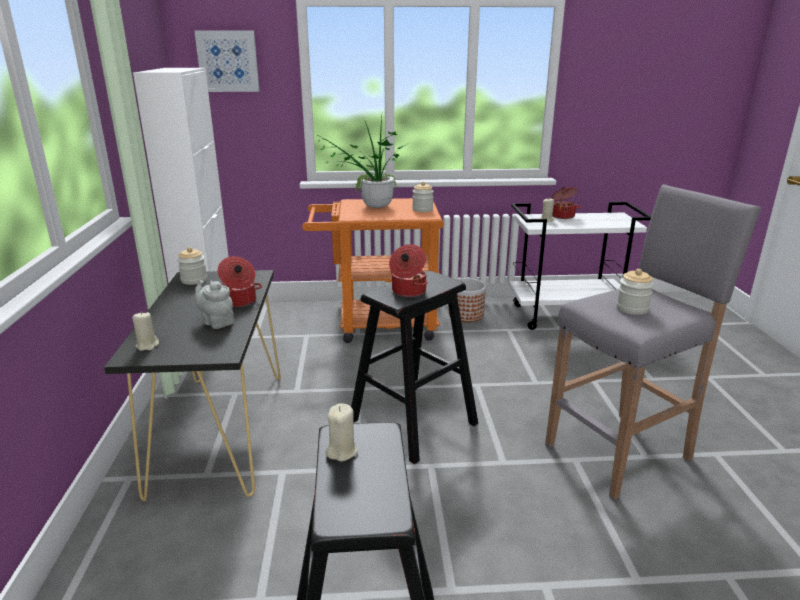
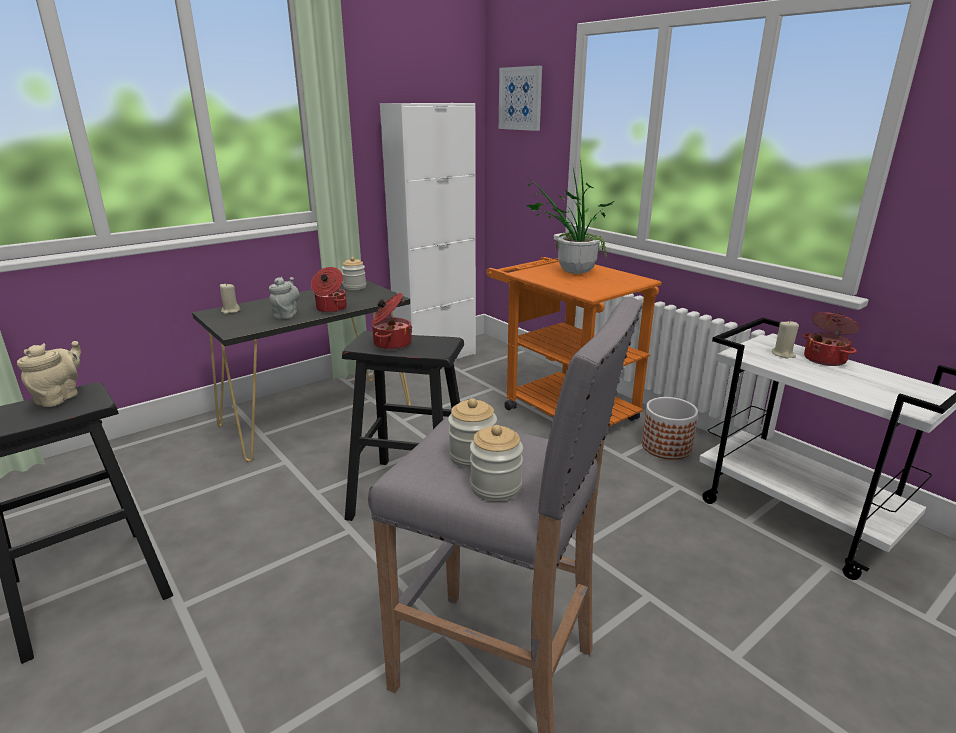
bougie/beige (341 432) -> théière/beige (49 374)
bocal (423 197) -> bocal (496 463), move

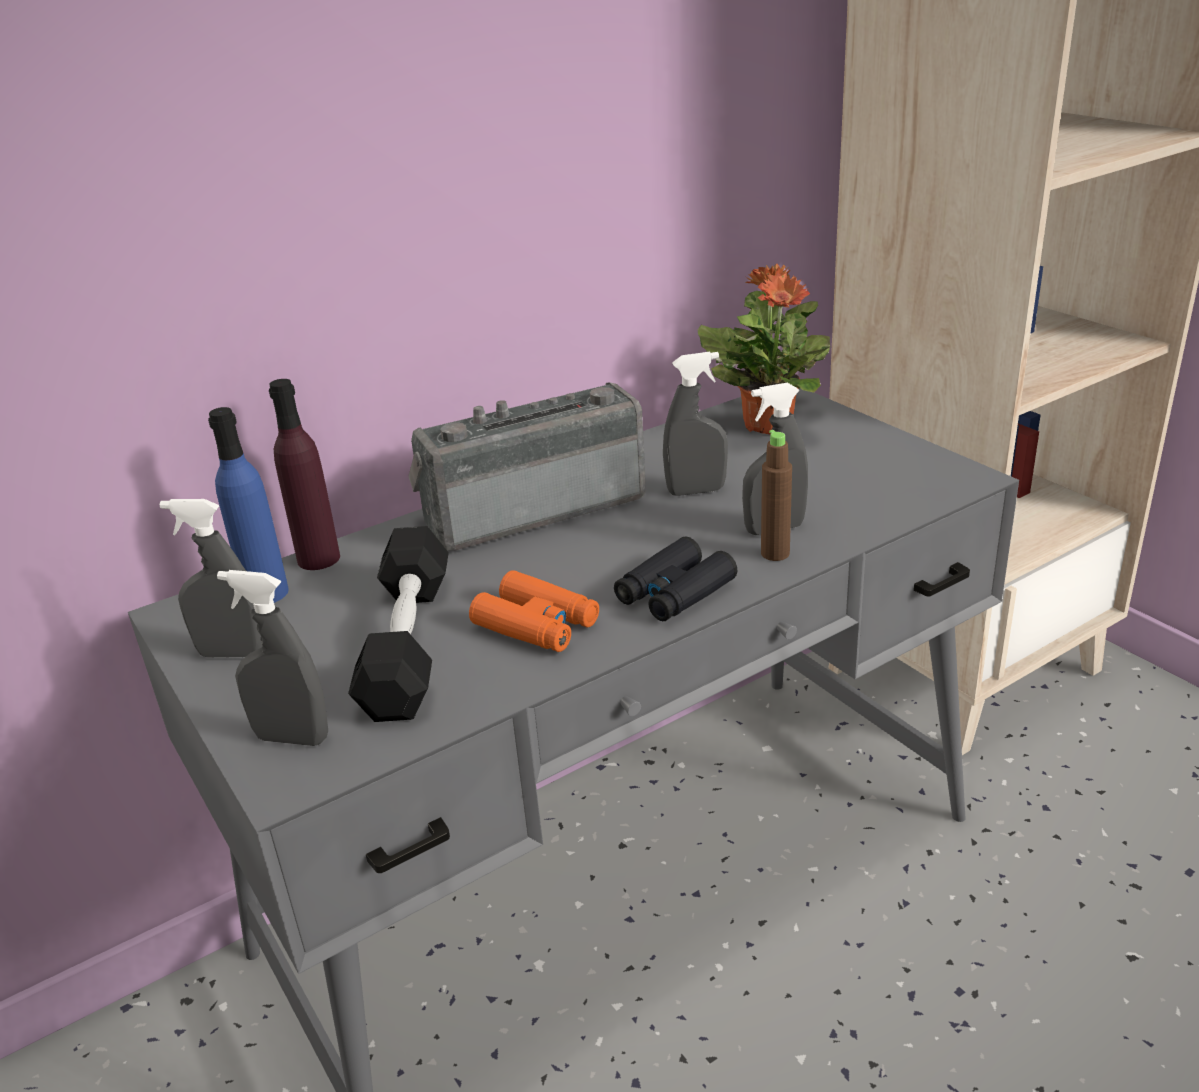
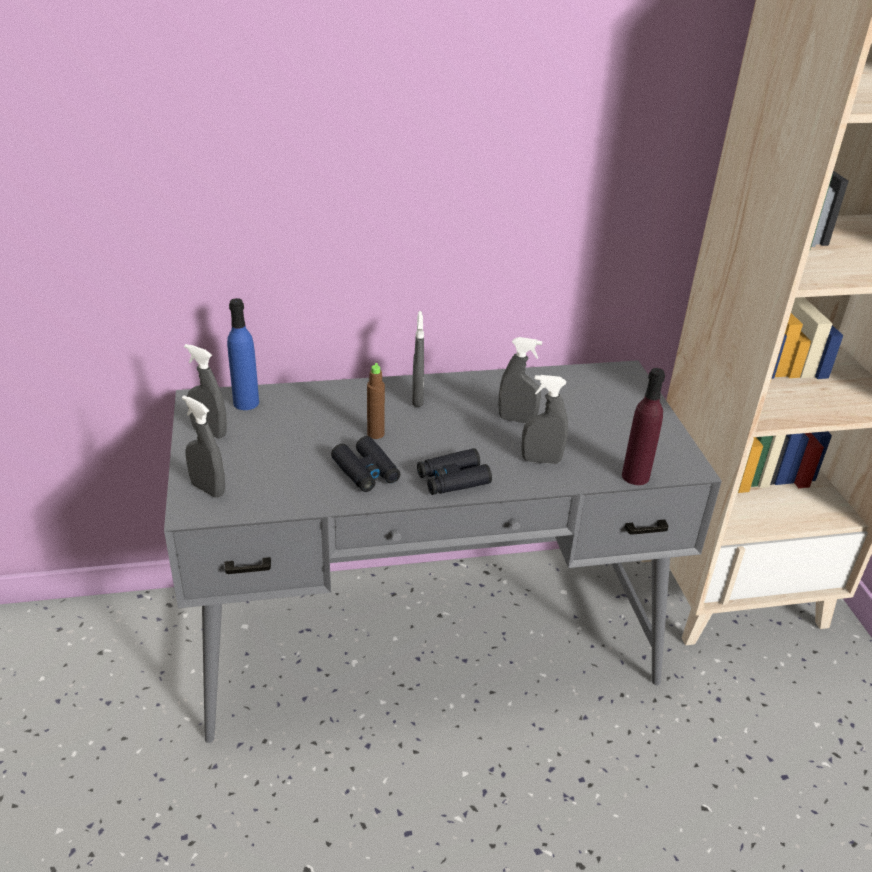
bouteille/violet (304 474) -> bouteille/violet (643 426), move
haltère/noir (398 624) -> none
radio (527 466) -> vaporisateur/gris (418 359)
jumelles/orange (534 611) -> jumelles/noir (365 464)
plante en pot (764 349) -> none
bouteille/marron (776 495) -> bouteille/marron (376 401), move

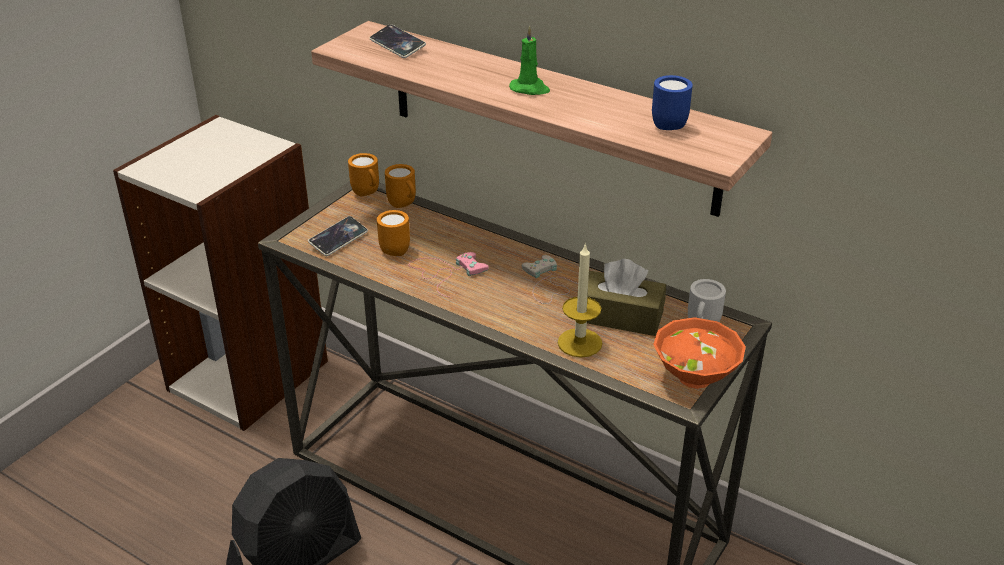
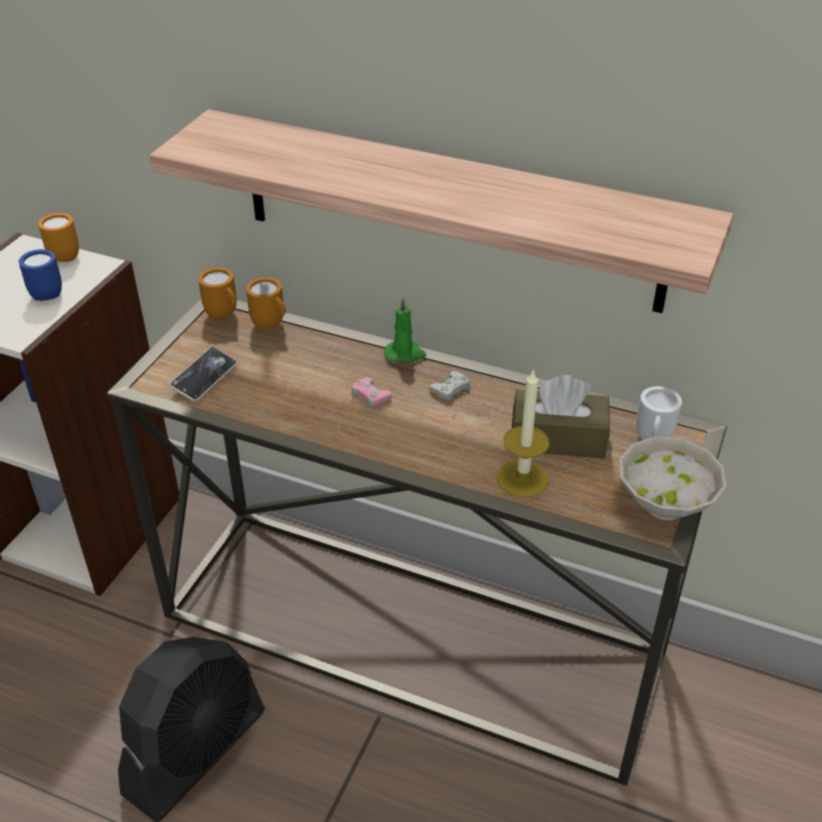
téléphone (398 41) -> none
mug/orange (393 233) -> mug/orange (58 237), move
bougie/vert (529 60) -> bougie/vert (405 330), move
mug/bleu (672 102) -> mug/bleu (40 275), move
bol/orange (699 353) -> bol/blanc (672 478)

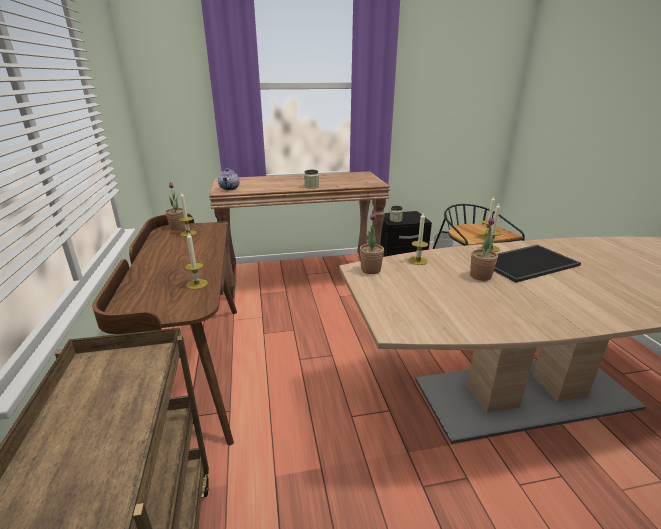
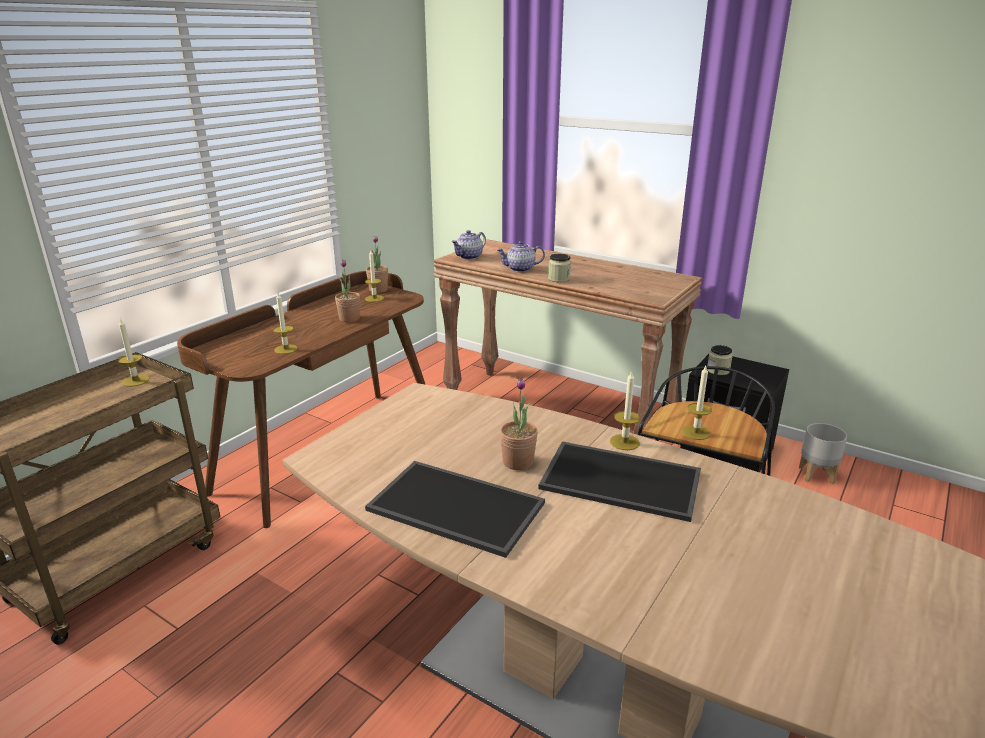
plante en pot (372 243) -> plante en pot (347 290), move
bougie (418 239) -> bougie (134 352), move
none -> plateau (455 509)
none -> théière (521 256)

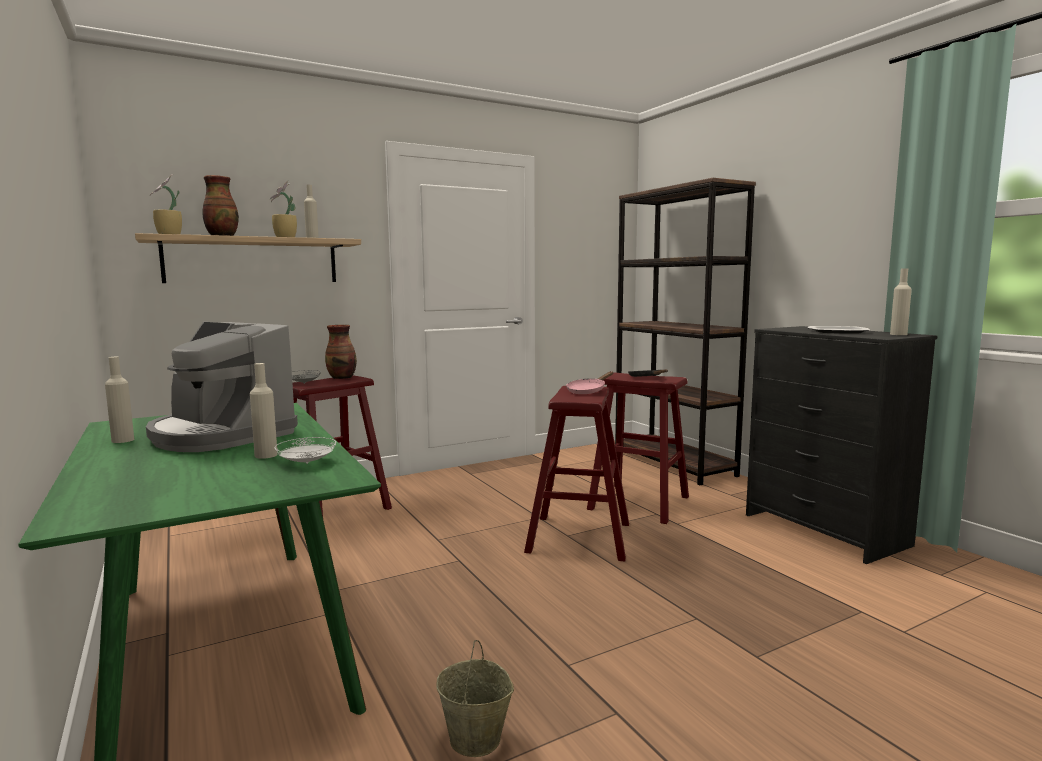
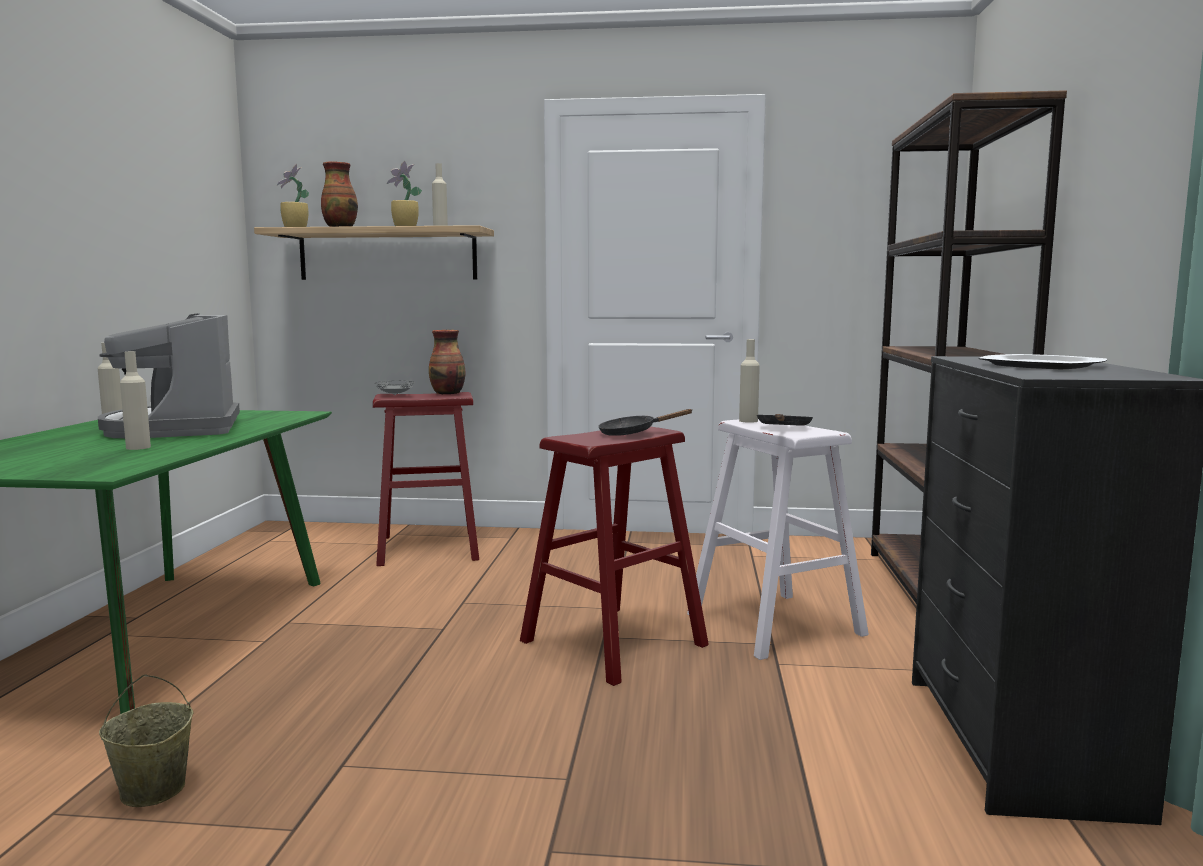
assiette/blanc (305 450) -> none
poêle/rose (589 382) -> poêle/noir (645 422)
tabouret/rouge (638 448) -> tabouret/blanc (778 539)
bouteille/beige (901 301) -> bouteille/beige (749 381), move

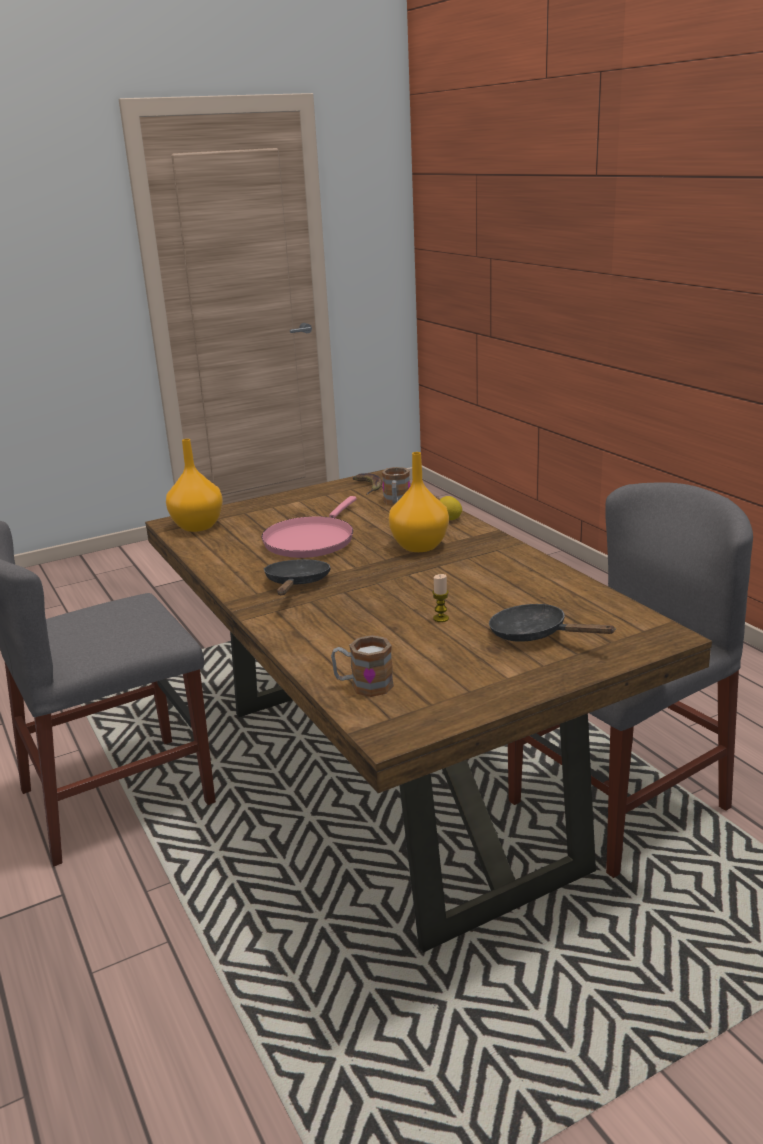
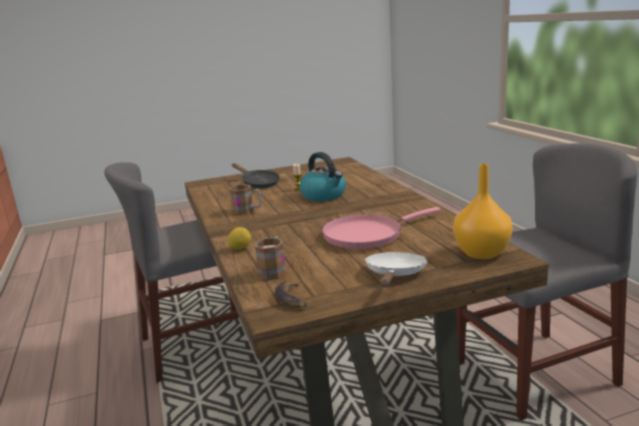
poêle/rose (309 527) -> poêle/rose (381 228), 150 degrees counterclockwise
poêle/noir (297 577) -> none
mug (362 666) -> mug (245 199), move
vase/orange (419 502) -> none
none -> bouilloire (323 176)
none -> poêle/blanc (396 269)

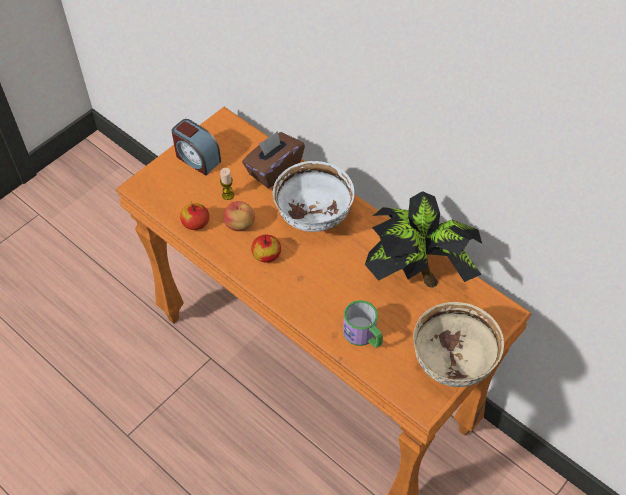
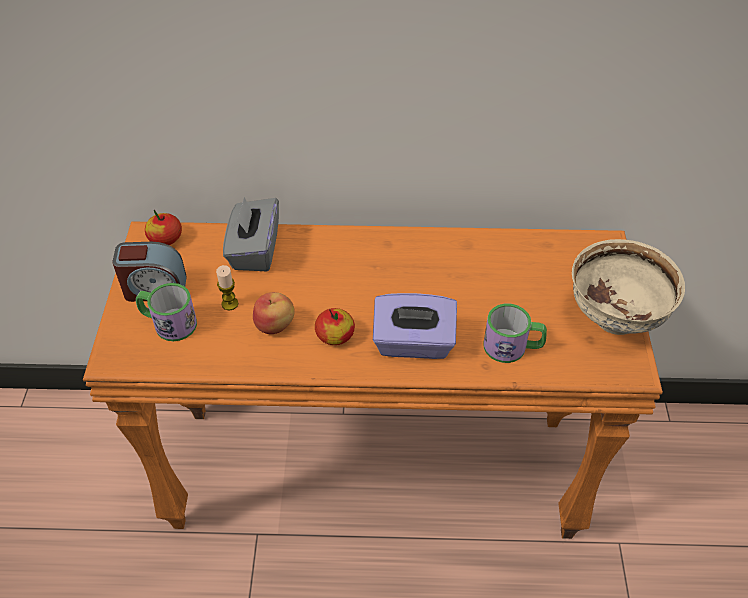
pomme (195 215) -> pomme (163 227), move
boîte à mouchoirs/marron (273 159) -> boîte à mouchoirs/gris (251 234)
bol/blanc (314 196) -> none
plante en pot (423 239) -> none
none -> mug (166 312)
none -> boîte à mouchoirs/violet (415 326)

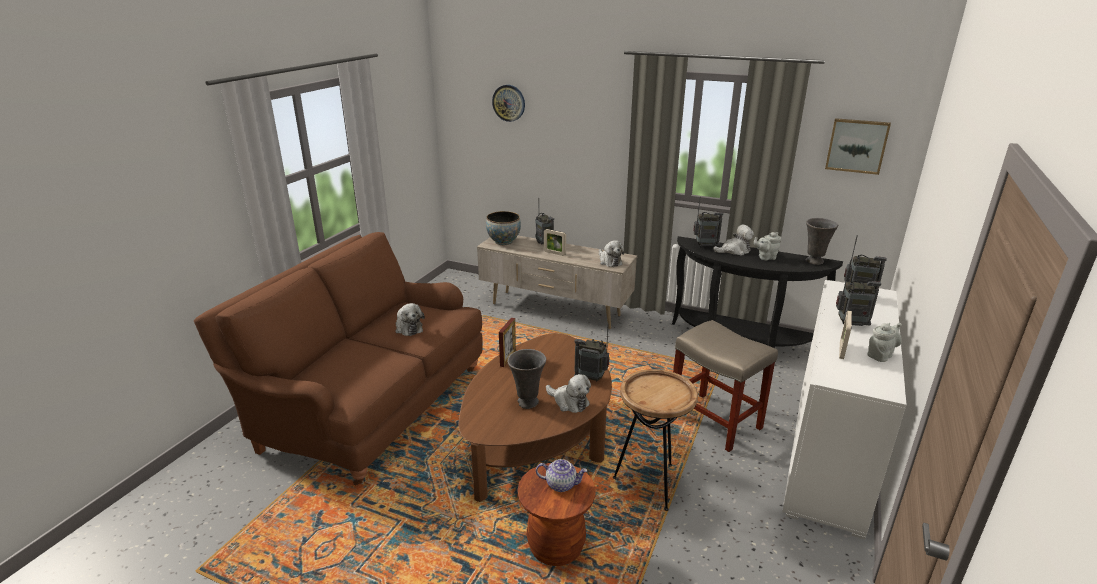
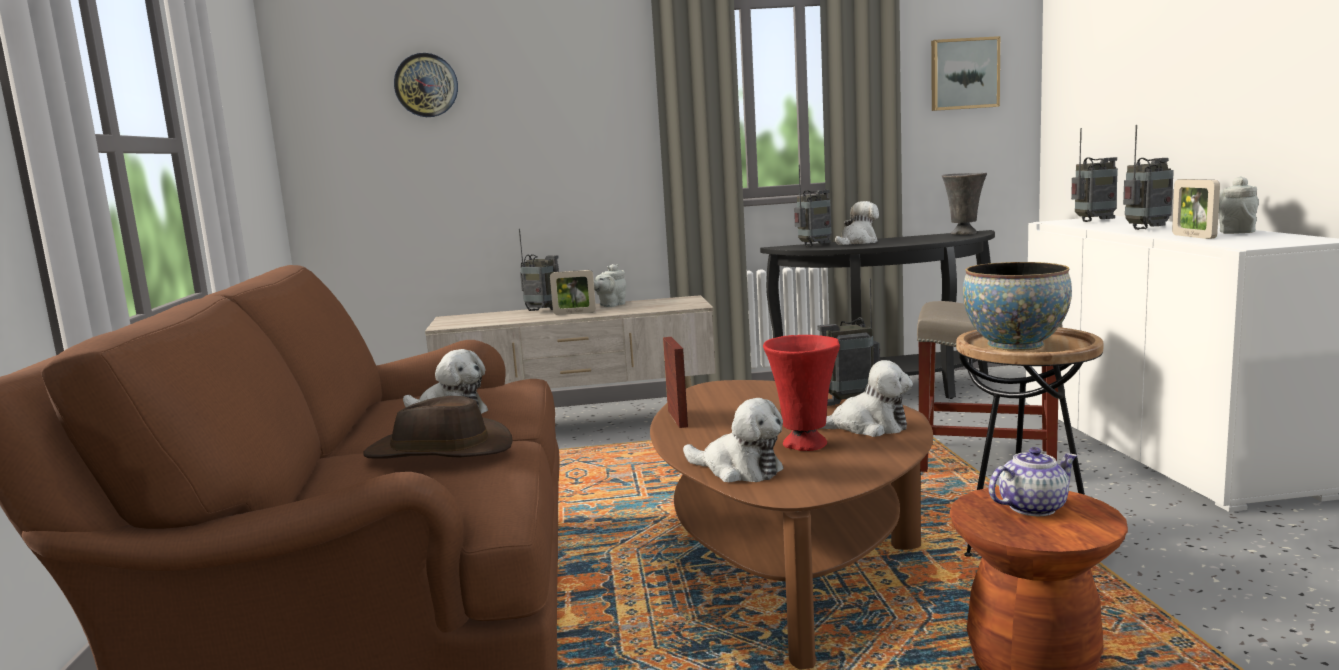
bol (503 228) -> bol (1017 306), move
vase/gris (526 379) -> vase/rouge (801 393)
peluche (611 253) -> peluche (733 440), move
théière/gris (767 246) -> théière/gris (610 285), move
none -> chapeau/marron (438 427)

